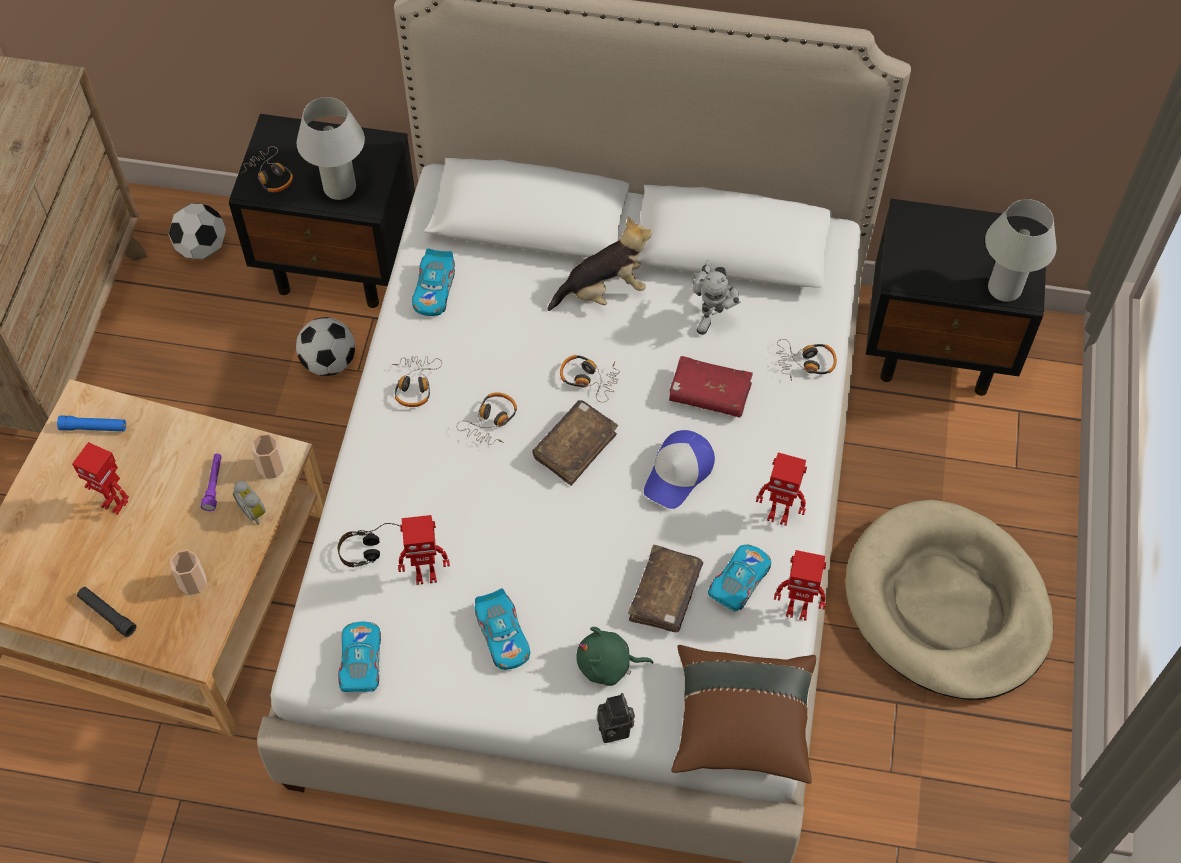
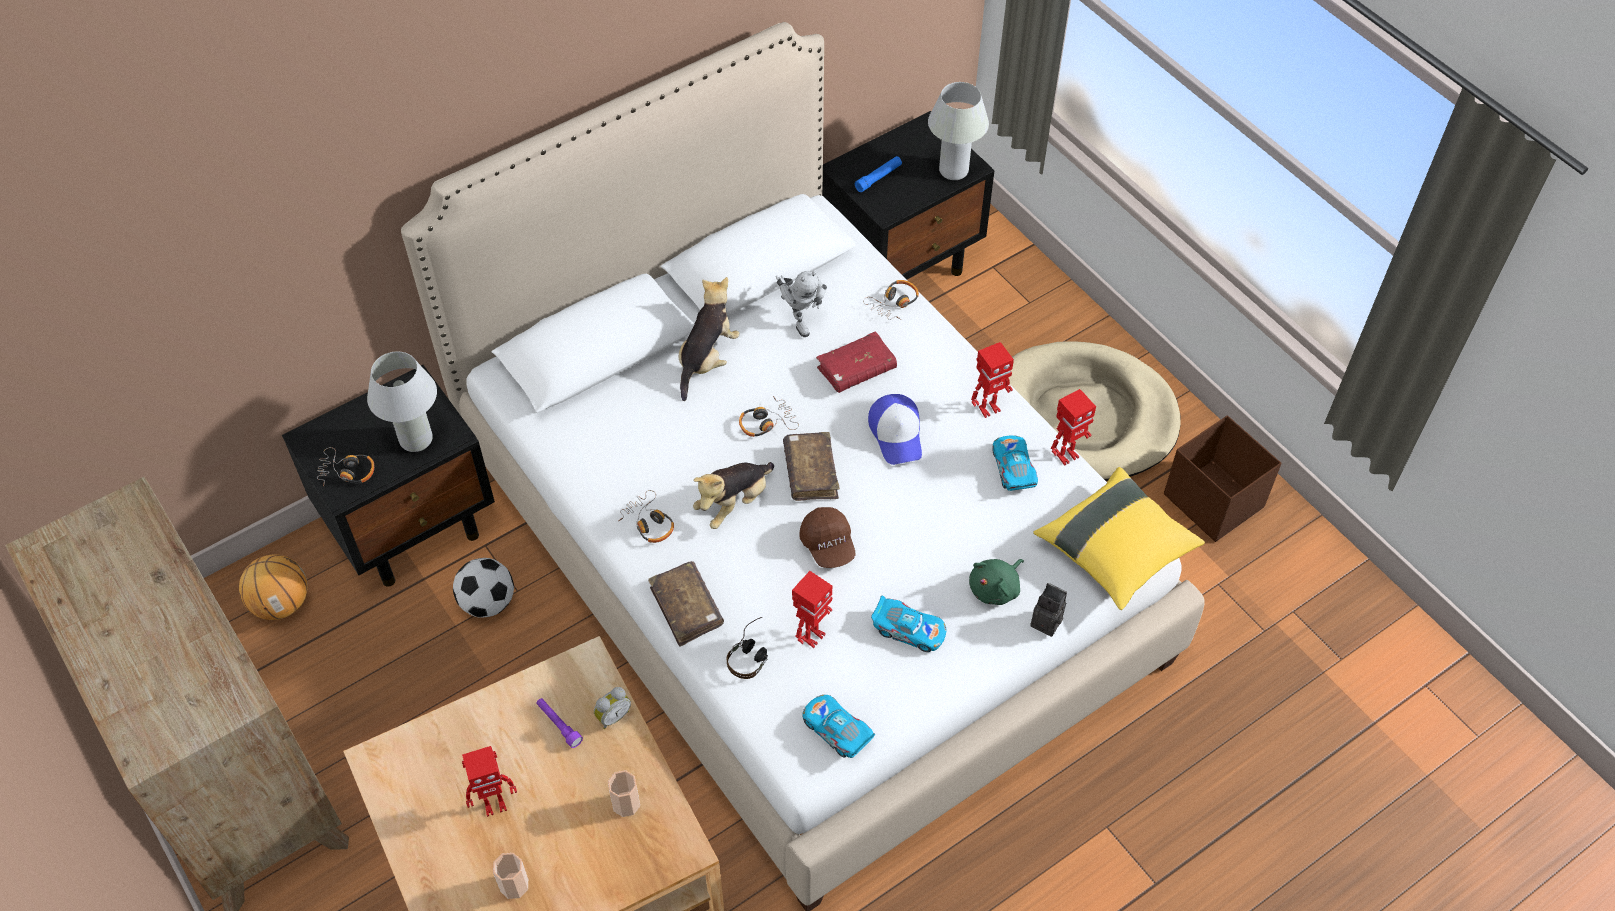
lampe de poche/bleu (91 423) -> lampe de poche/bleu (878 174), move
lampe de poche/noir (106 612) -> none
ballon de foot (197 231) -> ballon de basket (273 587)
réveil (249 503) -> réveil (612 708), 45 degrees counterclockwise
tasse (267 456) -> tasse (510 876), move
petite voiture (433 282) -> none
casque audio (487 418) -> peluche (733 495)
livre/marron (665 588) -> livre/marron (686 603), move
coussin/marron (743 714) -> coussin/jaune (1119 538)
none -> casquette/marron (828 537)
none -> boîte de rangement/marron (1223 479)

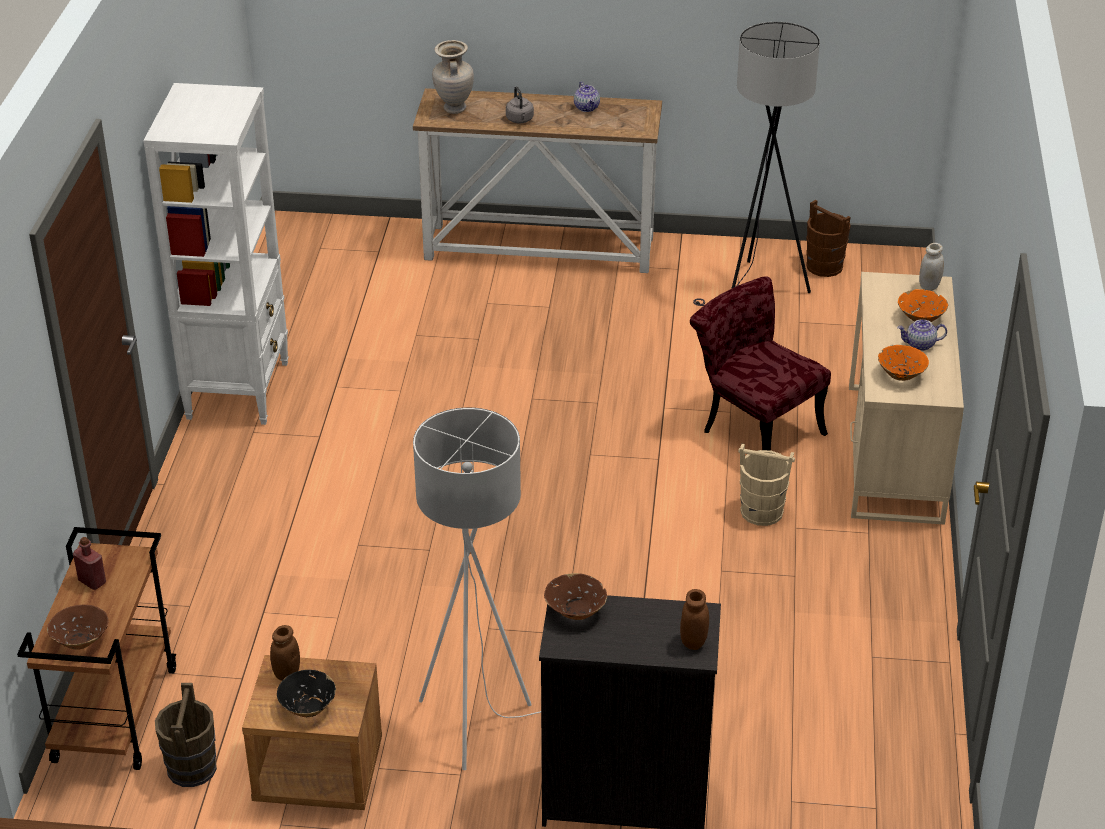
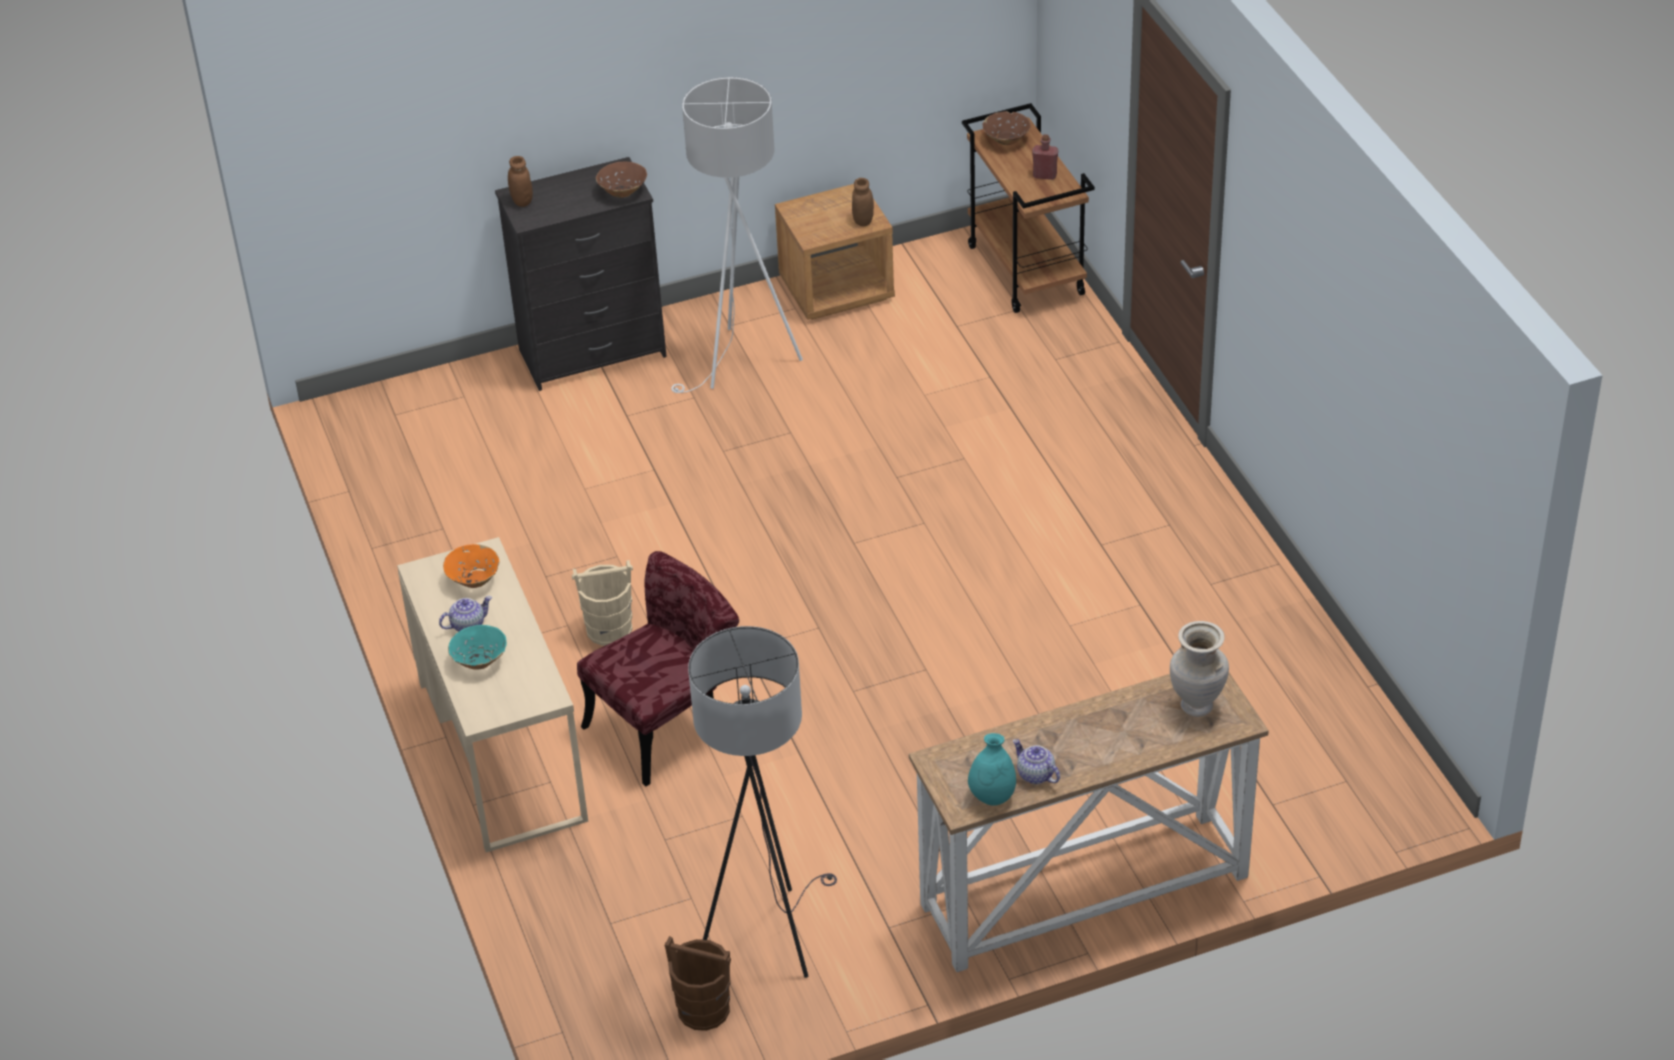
bibliothèque/blanc (216 254) -> none
seau/marron (186 735) -> none
bol/noir (306 693) -> none
bouilloire/gris (520 105) -> none
chaise/rouge (760 363) -> chaise/rouge (658 668), 60 degrees counterclockwise
bol/orange (923 305) -> bol/turquoise (477 647)
bocal/blanc (931 267) -> none
none -> vase/turquoise (992 769)

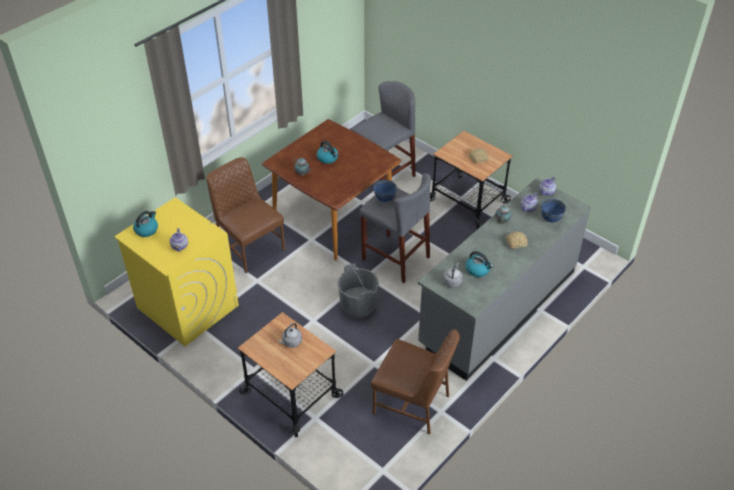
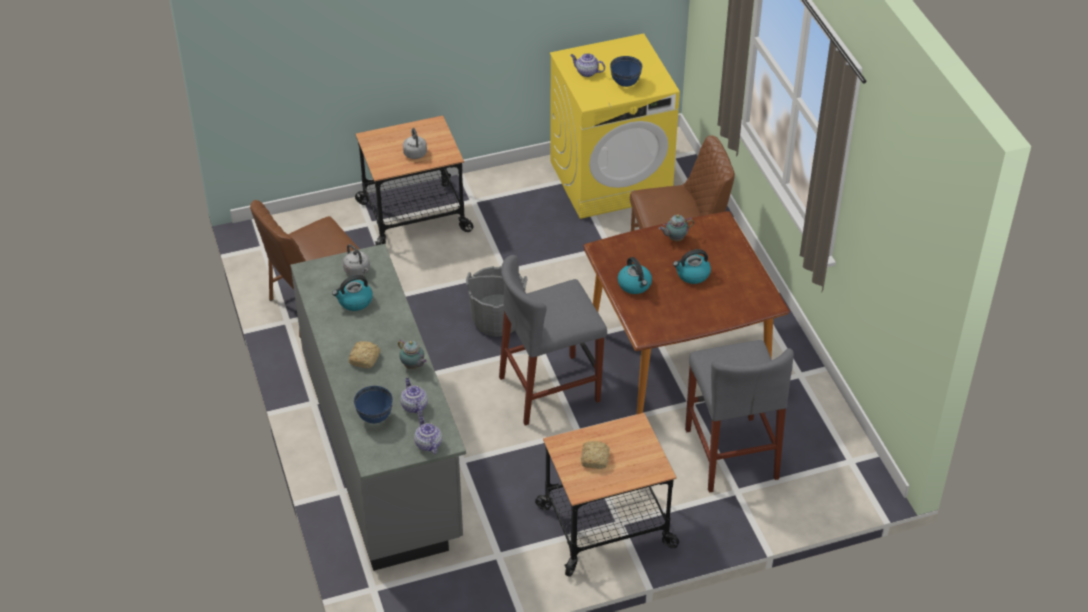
bouilloire (145 224) -> bouilloire (635 275), move
bol/bleu (385 191) -> bol/bleu (626 71), move

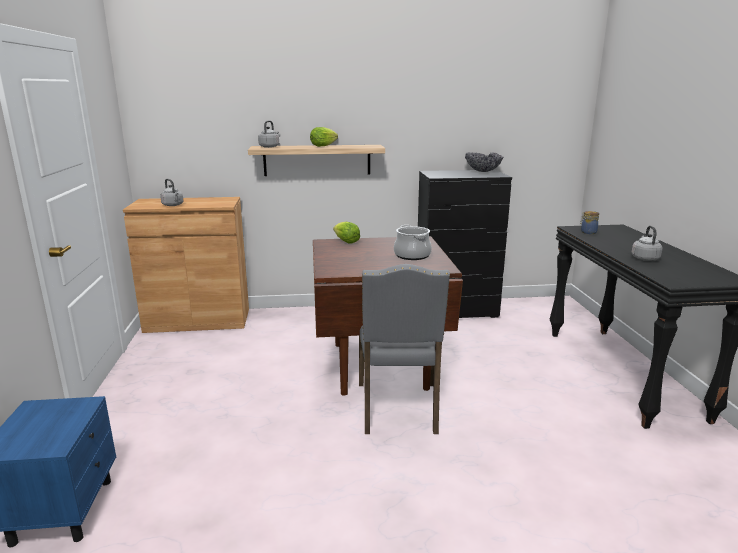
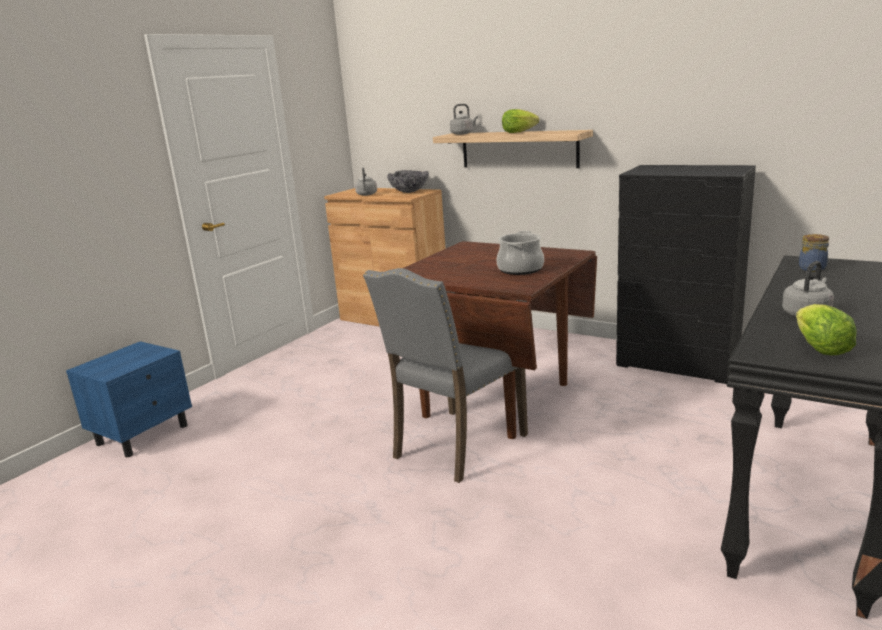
laitue (346 233) -> laitue (826 329), move
bol (484 162) -> bol (408 181), move

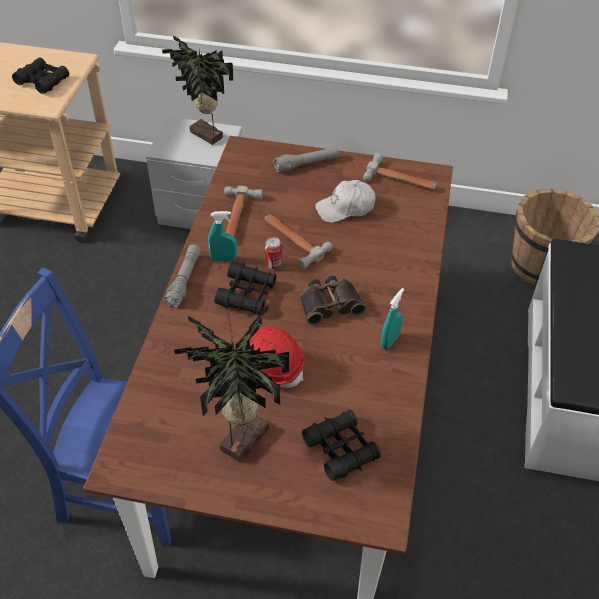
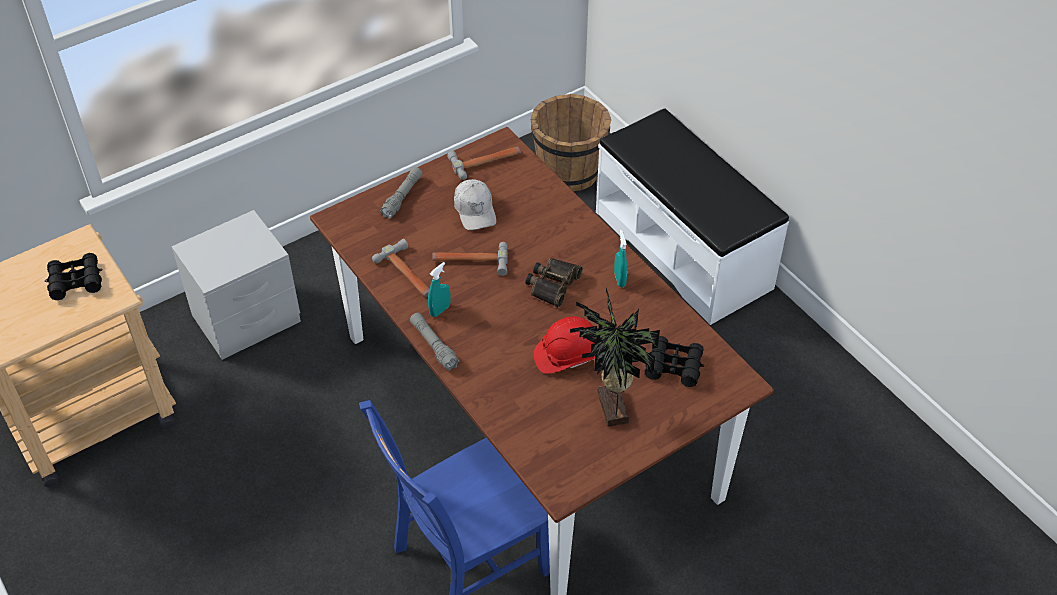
plante en pot (197 90) -> none
jumelles/noir (245 288) -> none
boîte métallique (273 253) -> none
casquette/blanc (345 201) -> casquette/blanc (475 205), 45 degrees counterclockwise

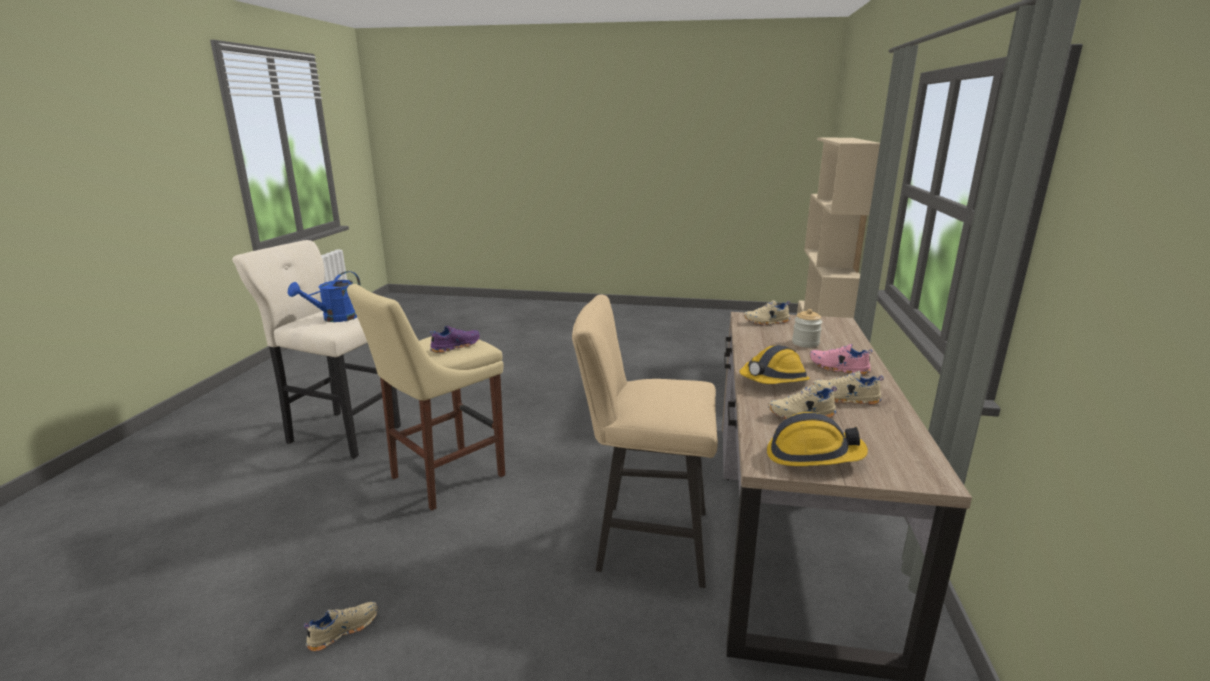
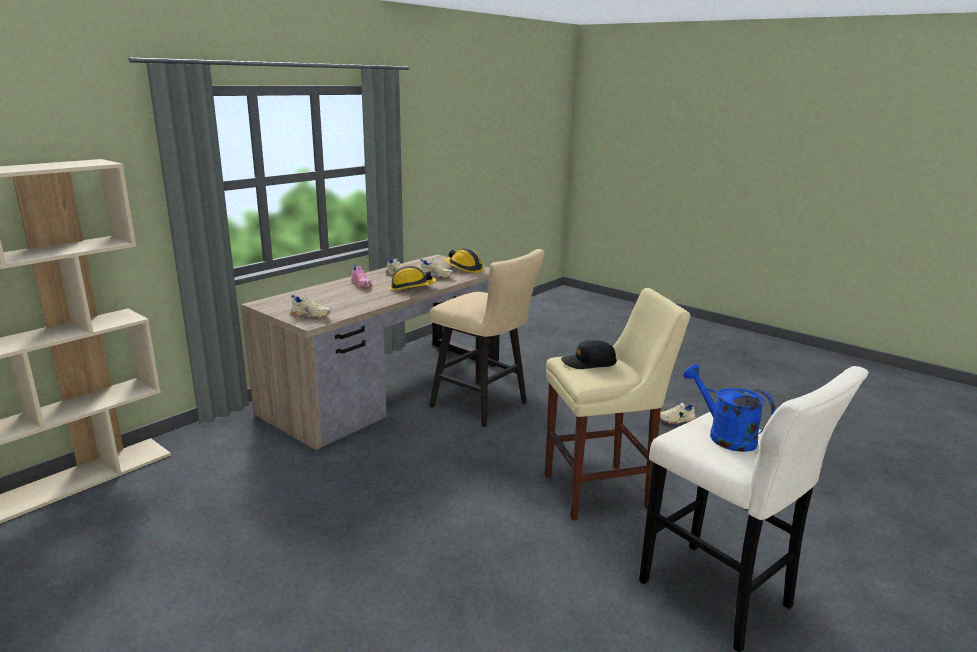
arrosoir/bleu (324 296) -> arrosoir/bleu (729 408), 105 degrees counterclockwise
chaussure/violet (455 339) -> casquette/noir (589 354)
bocal (807 328) -> none

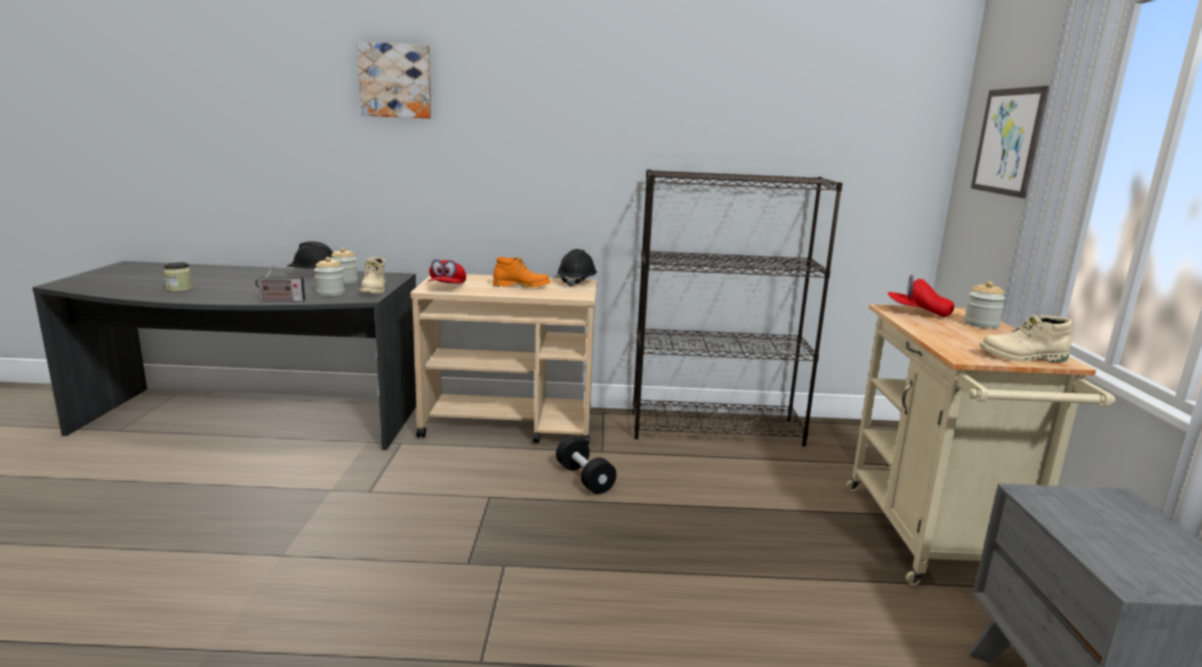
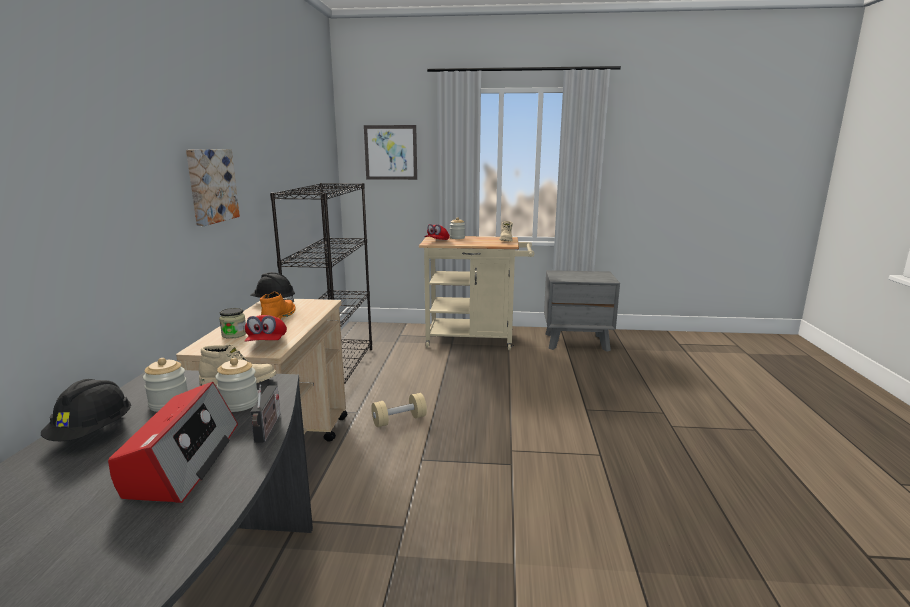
bocal (178 277) -> bocal (232 323), move
tableau (394 80) -> tableau (213 187), move
casquette/rouge (447 271) -> casquette/rouge (266 328), 75 degrees clockwise
haltère/noir (586 465) -> haltère/beige (399 410)
none -> radio (173 442)

